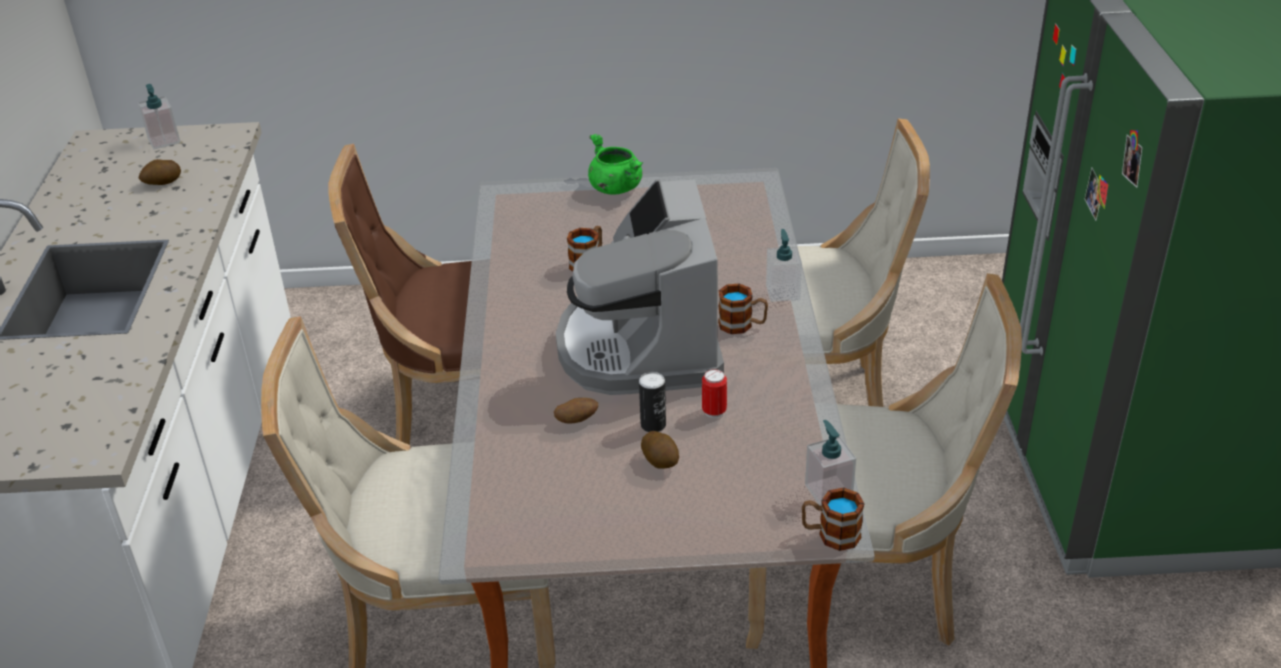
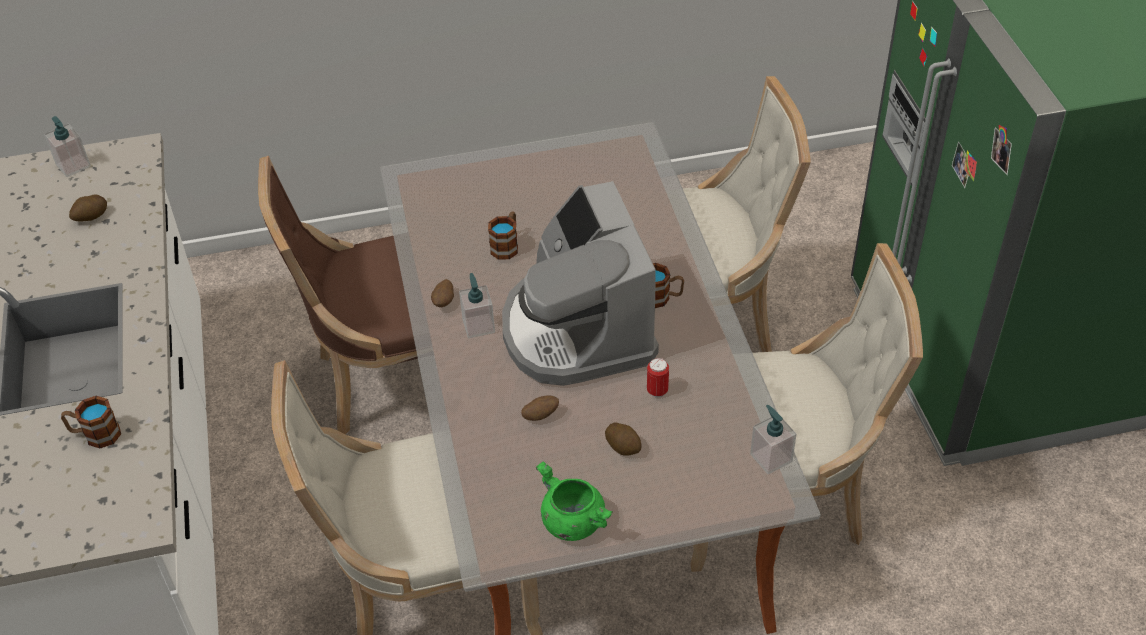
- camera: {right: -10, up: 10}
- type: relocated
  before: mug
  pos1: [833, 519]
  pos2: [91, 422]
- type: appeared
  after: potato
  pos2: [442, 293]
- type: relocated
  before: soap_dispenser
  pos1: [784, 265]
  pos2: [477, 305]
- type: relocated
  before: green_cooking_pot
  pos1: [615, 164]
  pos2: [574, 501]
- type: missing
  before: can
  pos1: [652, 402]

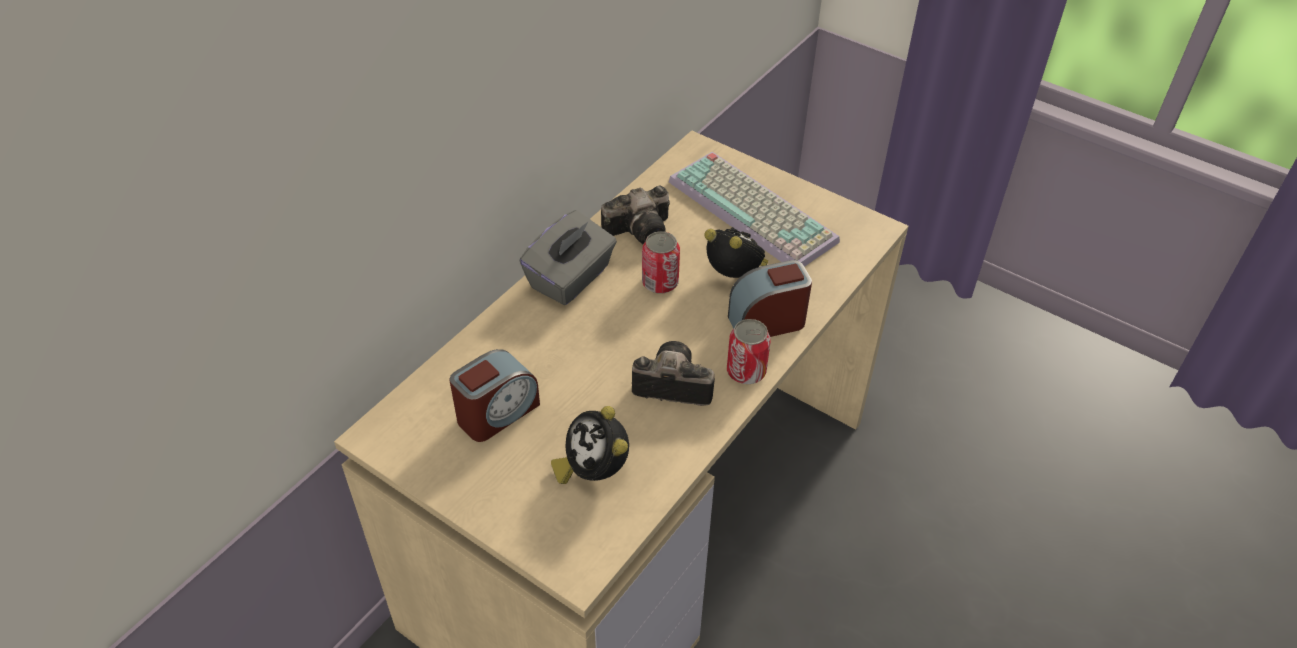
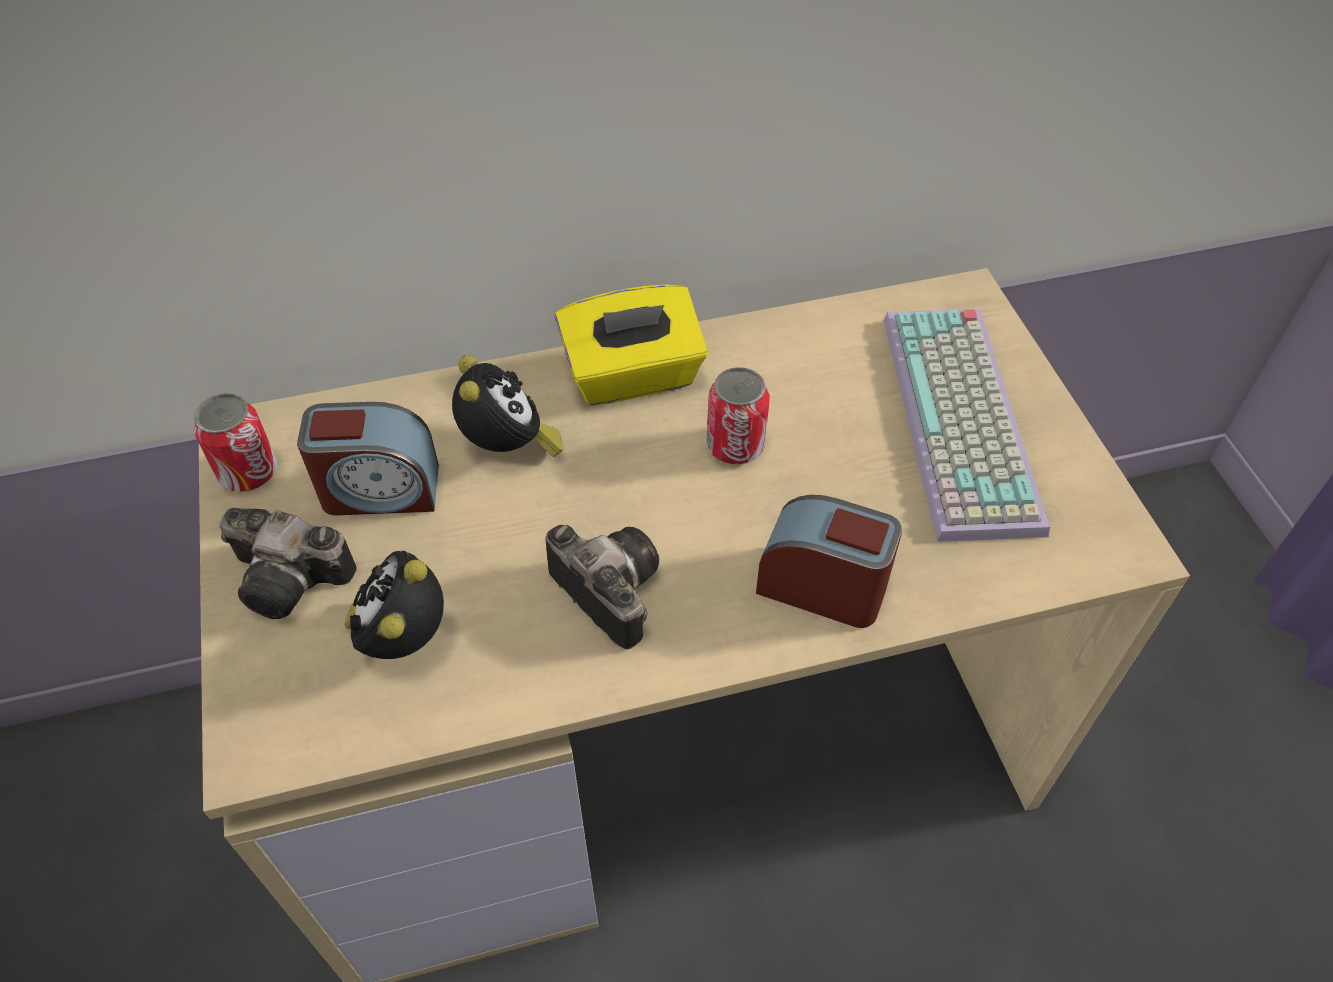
- camera: {right: 40, up: 5}
- type: relocated
  before: can
  pos1: [749, 351]
  pos2: [235, 442]
- type: relocated
  before: photo_camera
  pos1: [635, 215]
  pos2: [288, 563]
- type: relocated
  before: alarm_clock
  pos1: [736, 252]
  pos2: [507, 406]
- type: colour
  before: grey_tissue_box
  after: yellow_tissue_box
  pos1: [568, 257]
  pos2: [631, 345]

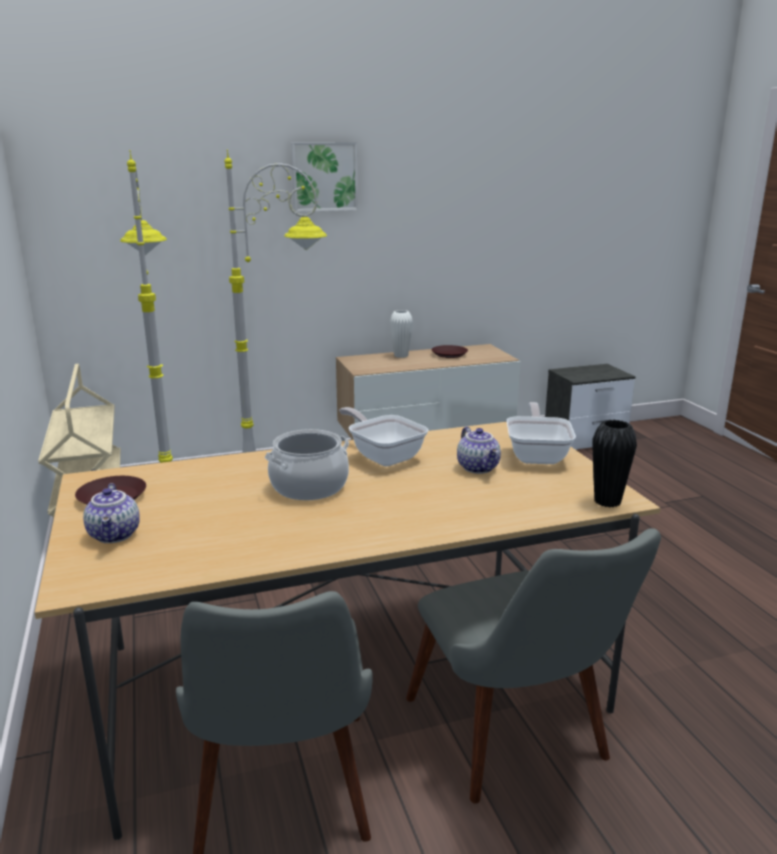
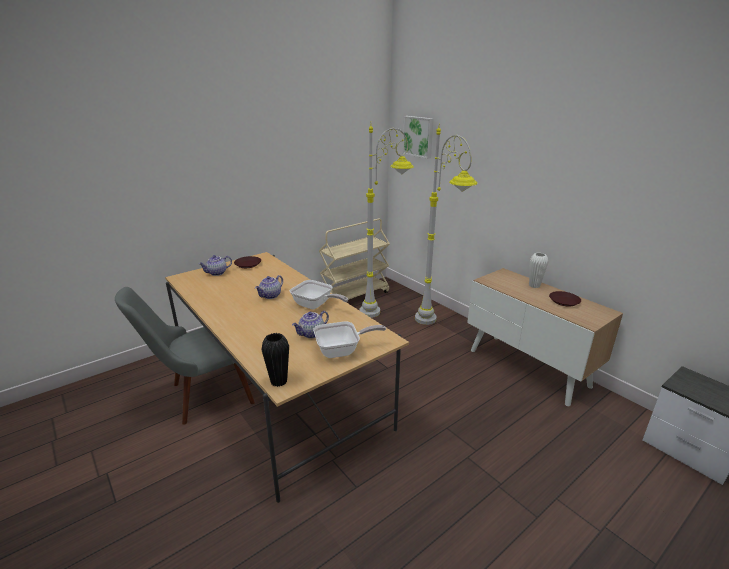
- camera: {right: 70, up: 5}
- type: exchanged
  before: cooking_pot
  after: teapot
  pos1: [307, 464]
  pos2: [269, 287]
- type: spun
  before: frying_pan
  pos1: [383, 436]
  pos2: [319, 294]
  turn: 90
- type: relocated
  before: picture
  pos1: [324, 177]
  pos2: [418, 137]
- type: missing
  before: grey_chair
  pos1: [533, 666]

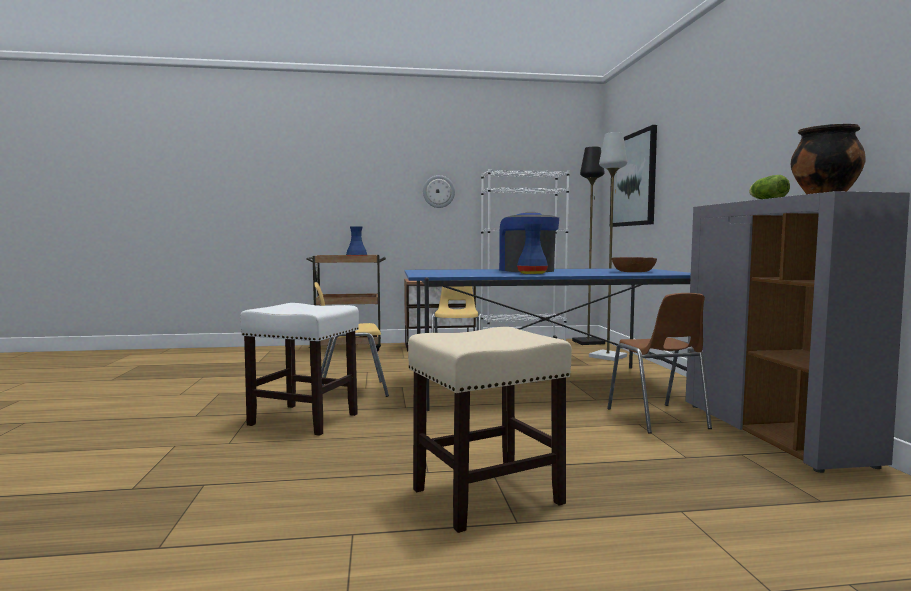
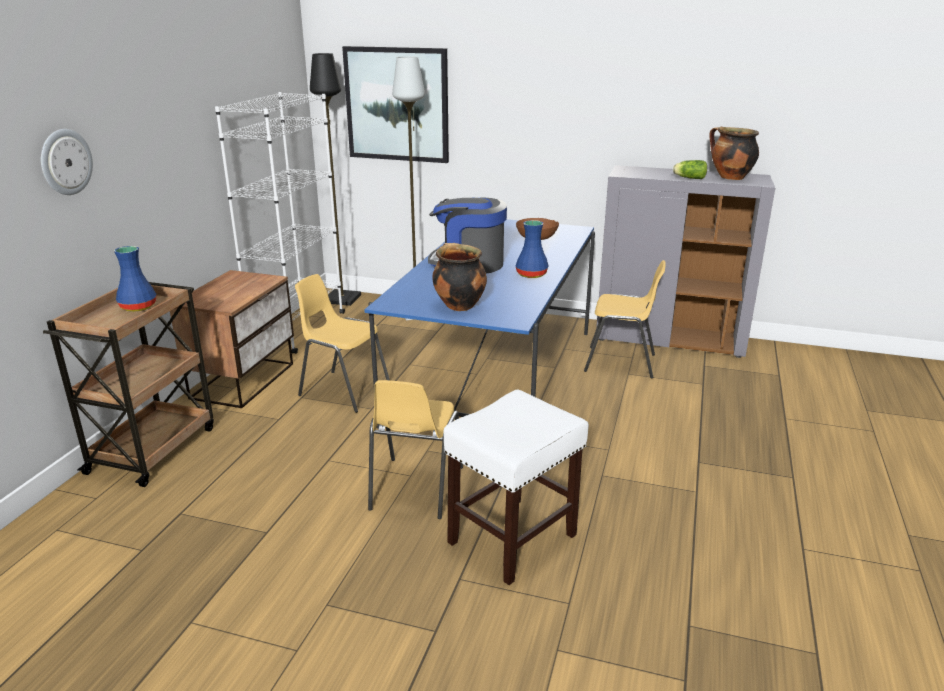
- camera: {right: -65, up: 20}
- type: relocated
  before: wall_clock
  pos1: [439, 191]
  pos2: [67, 162]
- type: appeared
  after: cooking_pot
  pos2: [459, 277]
- type: colour
  before: brown_chair
  after: yellow_chair
  pos1: [659, 363]
  pos2: [625, 319]
- type: missing
  before: beige_stool
  pos1: [490, 430]

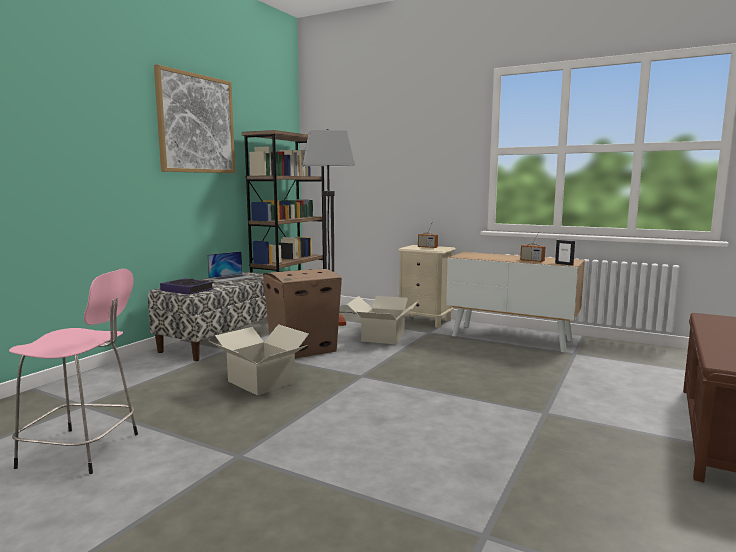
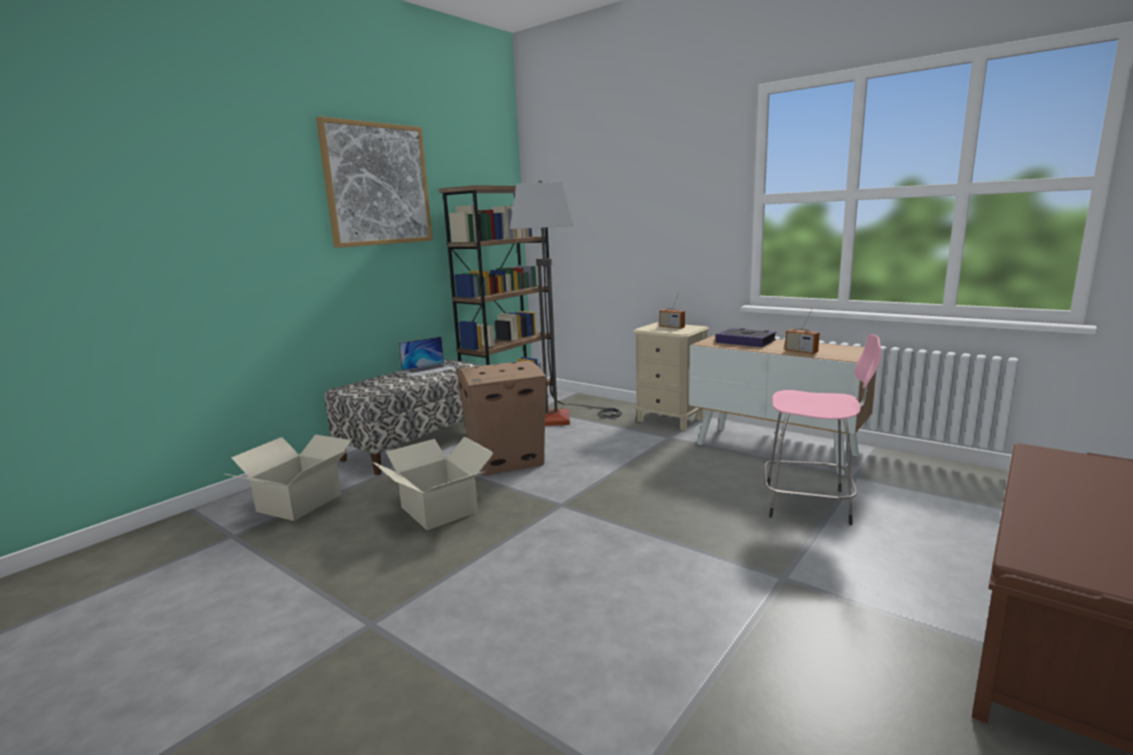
- camera: {right: 10, up: 5}
- type: relocated
  before: cardboard_box
  pos1: [383, 320]
  pos2: [288, 478]
- type: relocated
  before: book
  pos1: [187, 286]
  pos2: [745, 337]
- type: relocated
  before: pink_stool
  pos1: [73, 371]
  pos2: [822, 429]
- type: missing
  before: picture_frame
  pos1: [565, 253]

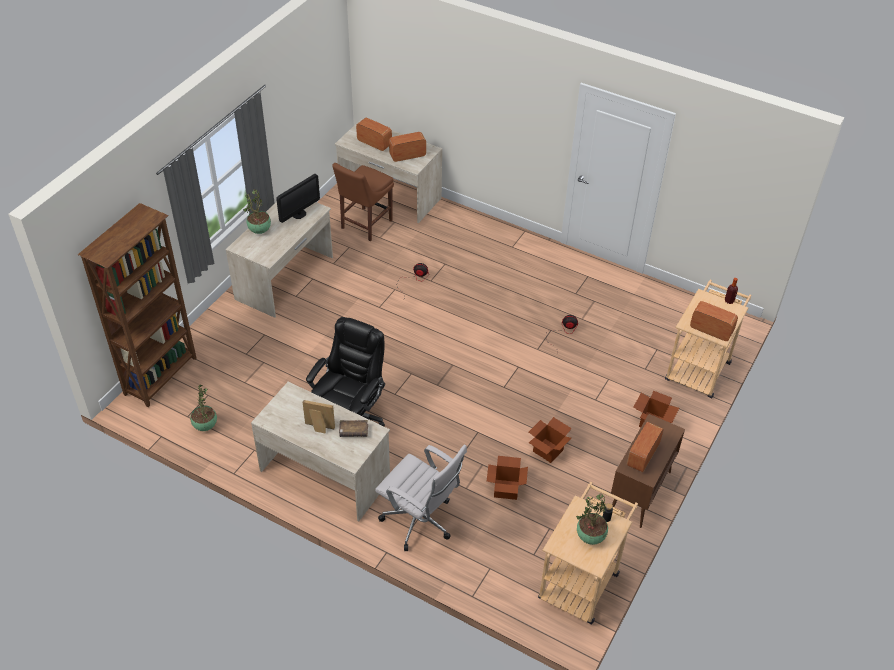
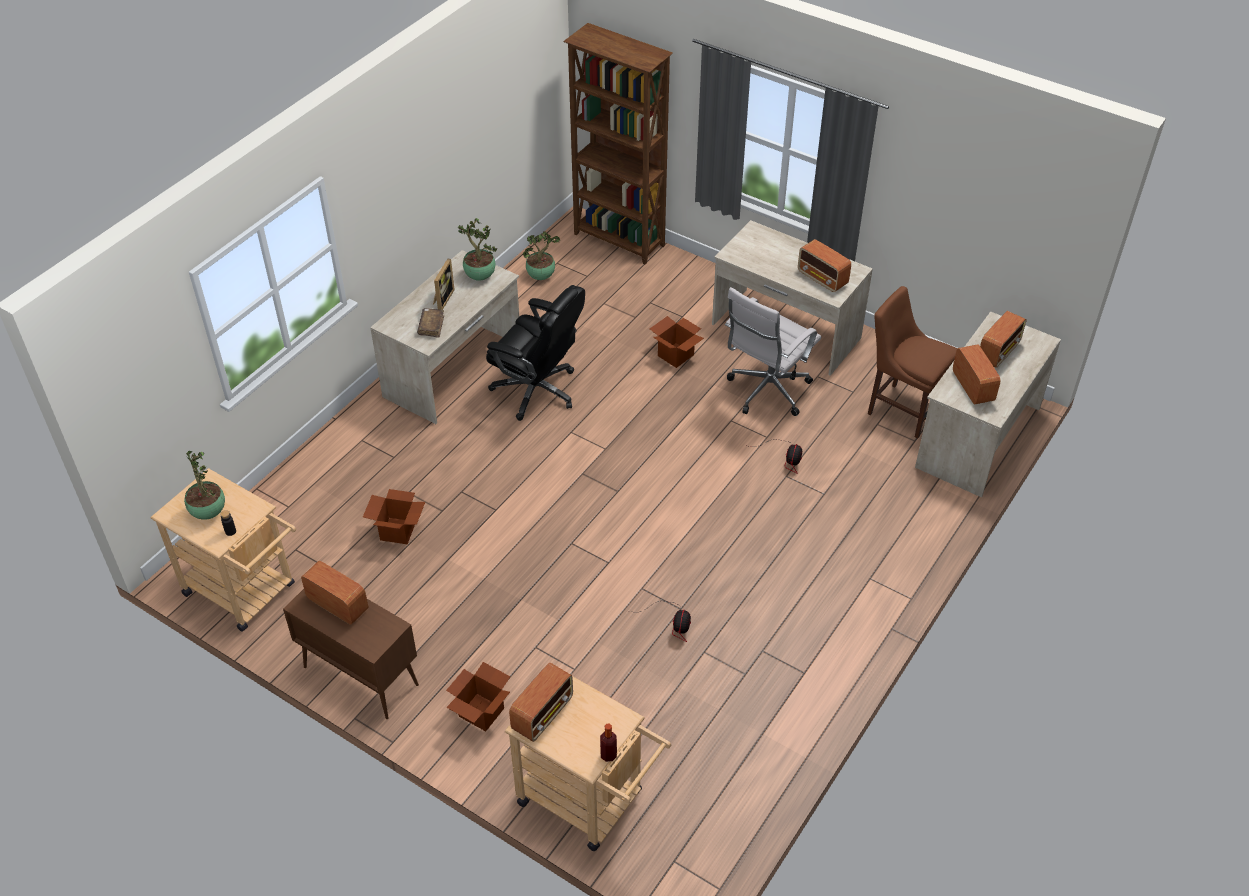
- camera: {right: 95, up: 0}
- type: relocated
  before: potted_plant
  pos1: [257, 211]
  pos2: [478, 249]
- type: relocated
  before: cardboard_box
  pos1: [550, 440]
  pos2: [677, 342]
- type: relocated
  before: white_office_chair
  pos1: [421, 497]
  pos2: [773, 351]
- type: exchanged
  before: monitor
  after: radio
  pos1: [298, 198]
  pos2: [824, 265]

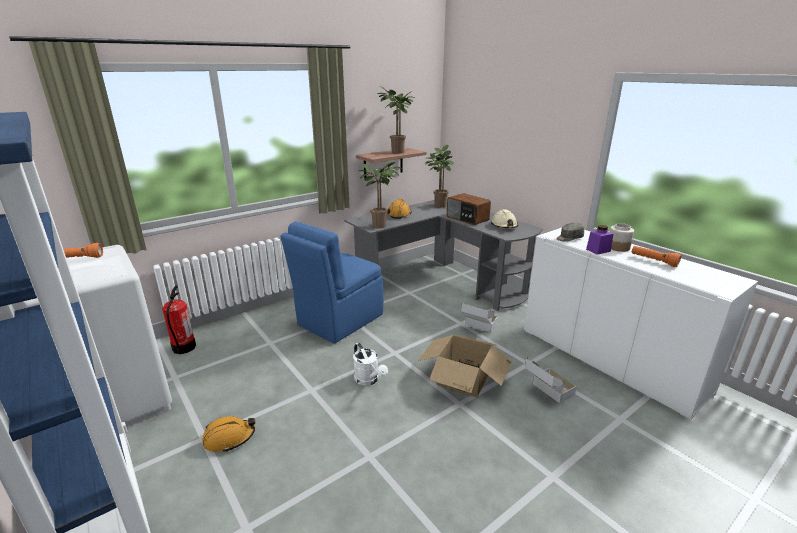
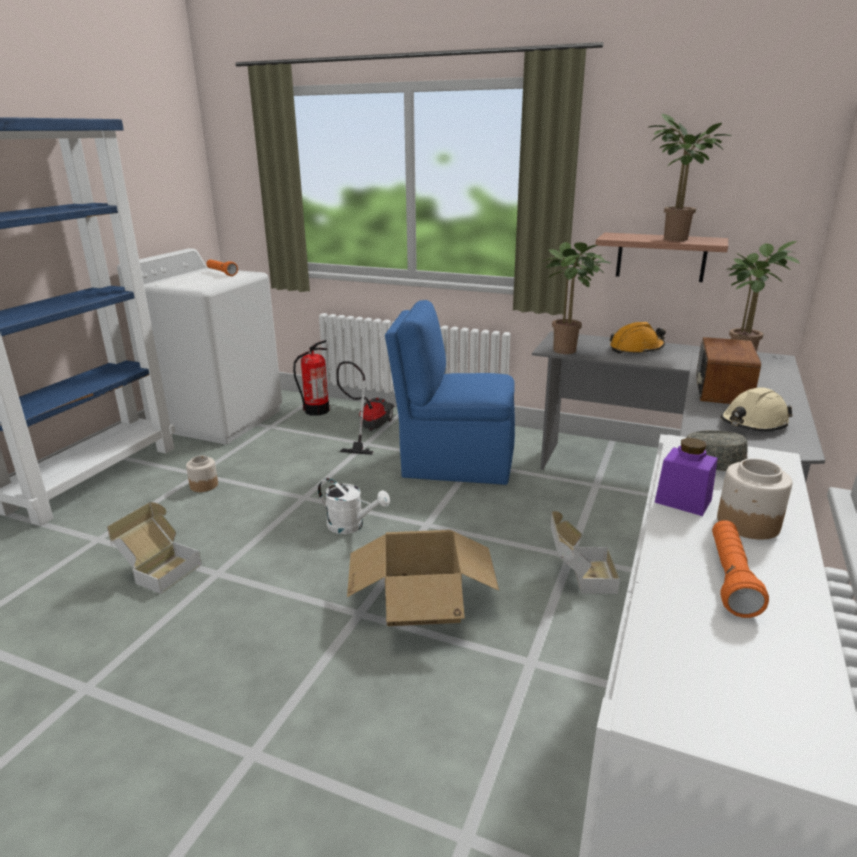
- camera: {right: 60, up: 0}
- type: relocated
  before: cardboard_box
  pos1: [551, 380]
  pos2: [154, 548]
- type: exchanged
  before: orange_hard_hat
  after: jar
  pos1: [228, 434]
  pos2: [202, 473]
- type: spun
  before: white_watering_can
  pos1: [370, 364]
  pos2: [354, 506]
  turn: -90
- type: appeared
  after: vacuum_cleaner
  pos2: [365, 408]

